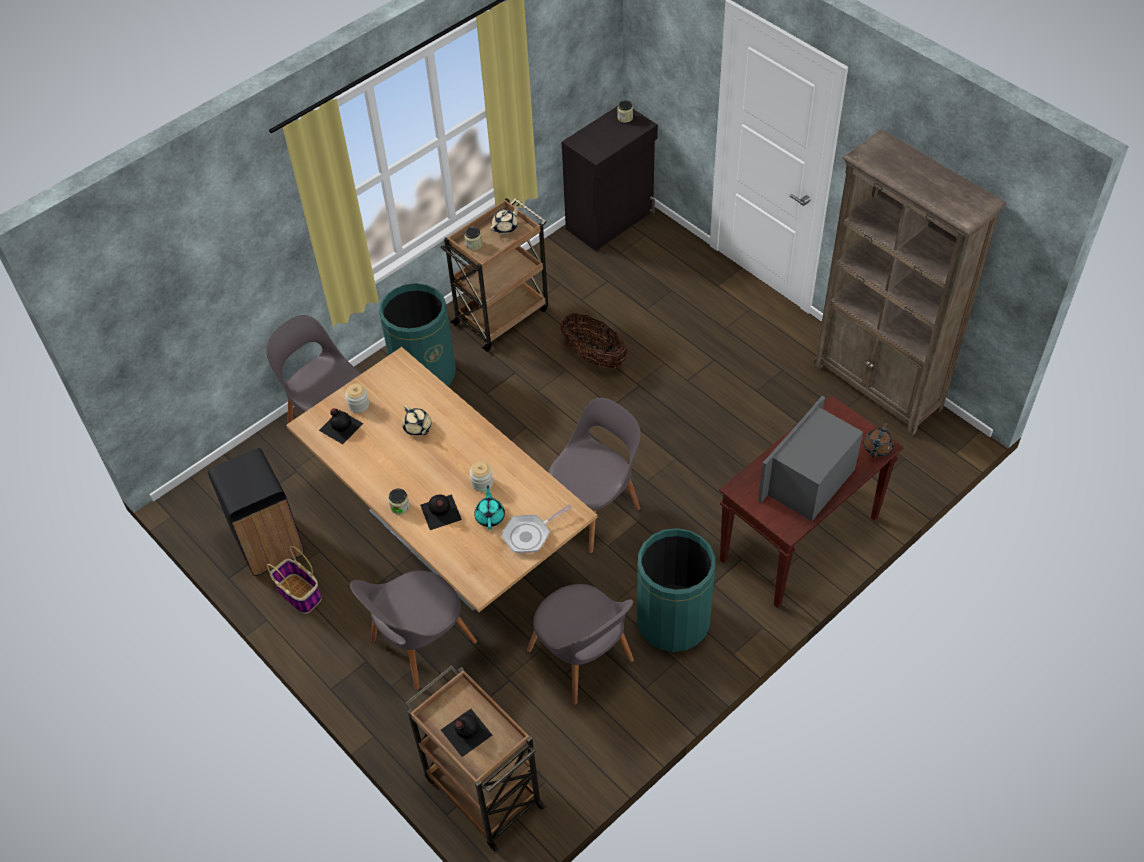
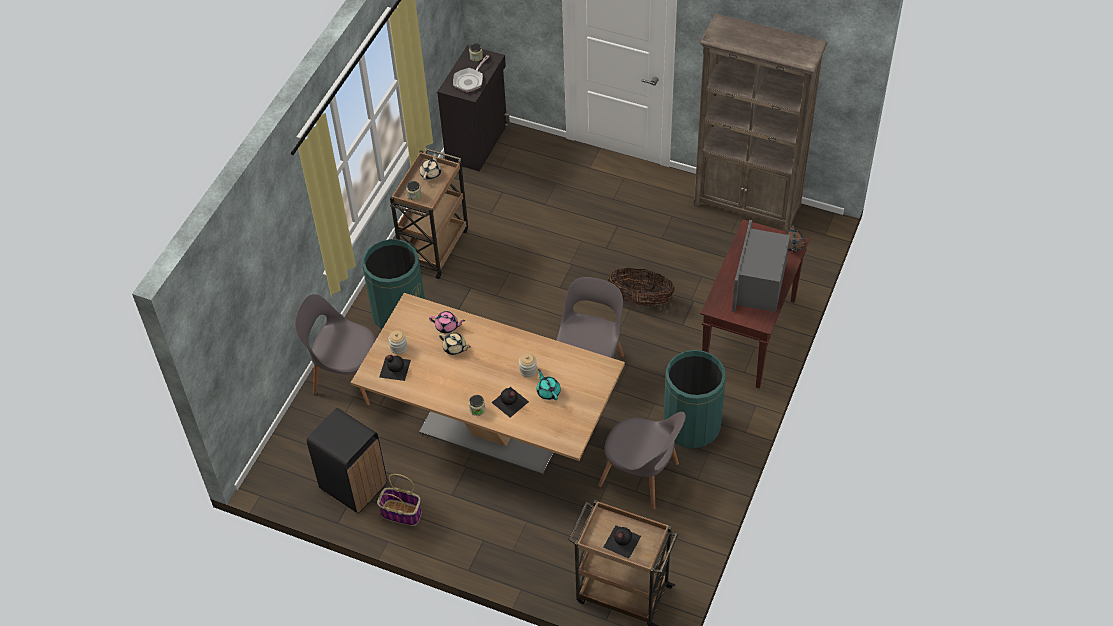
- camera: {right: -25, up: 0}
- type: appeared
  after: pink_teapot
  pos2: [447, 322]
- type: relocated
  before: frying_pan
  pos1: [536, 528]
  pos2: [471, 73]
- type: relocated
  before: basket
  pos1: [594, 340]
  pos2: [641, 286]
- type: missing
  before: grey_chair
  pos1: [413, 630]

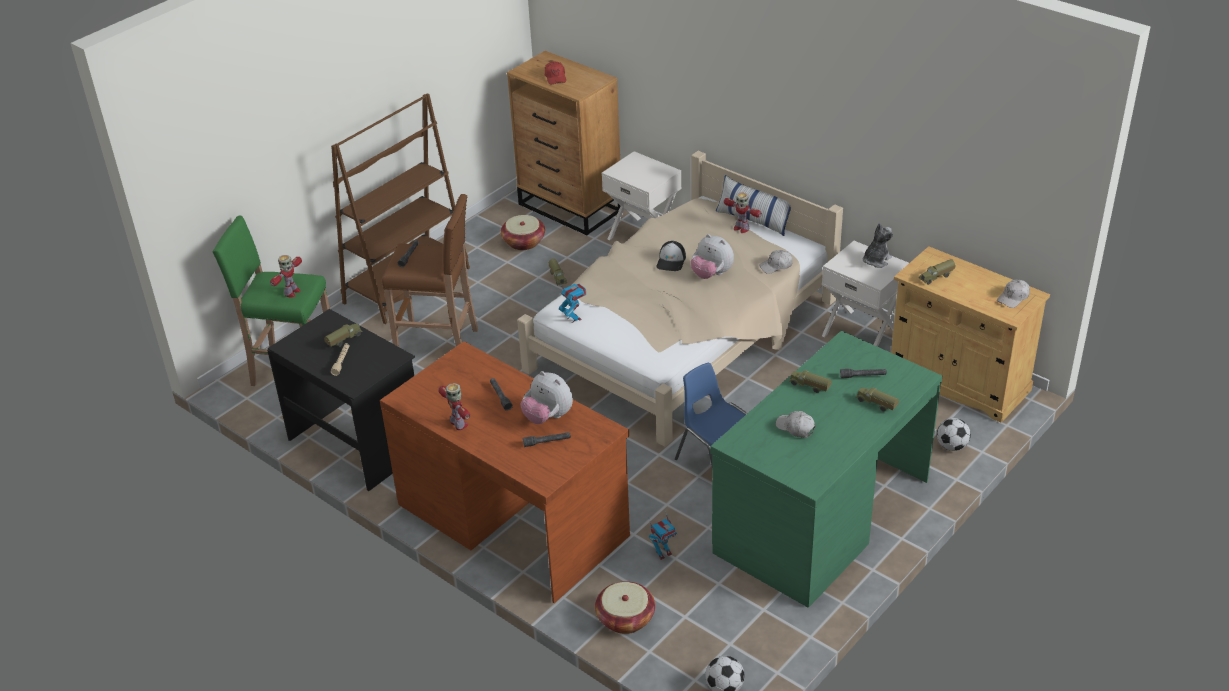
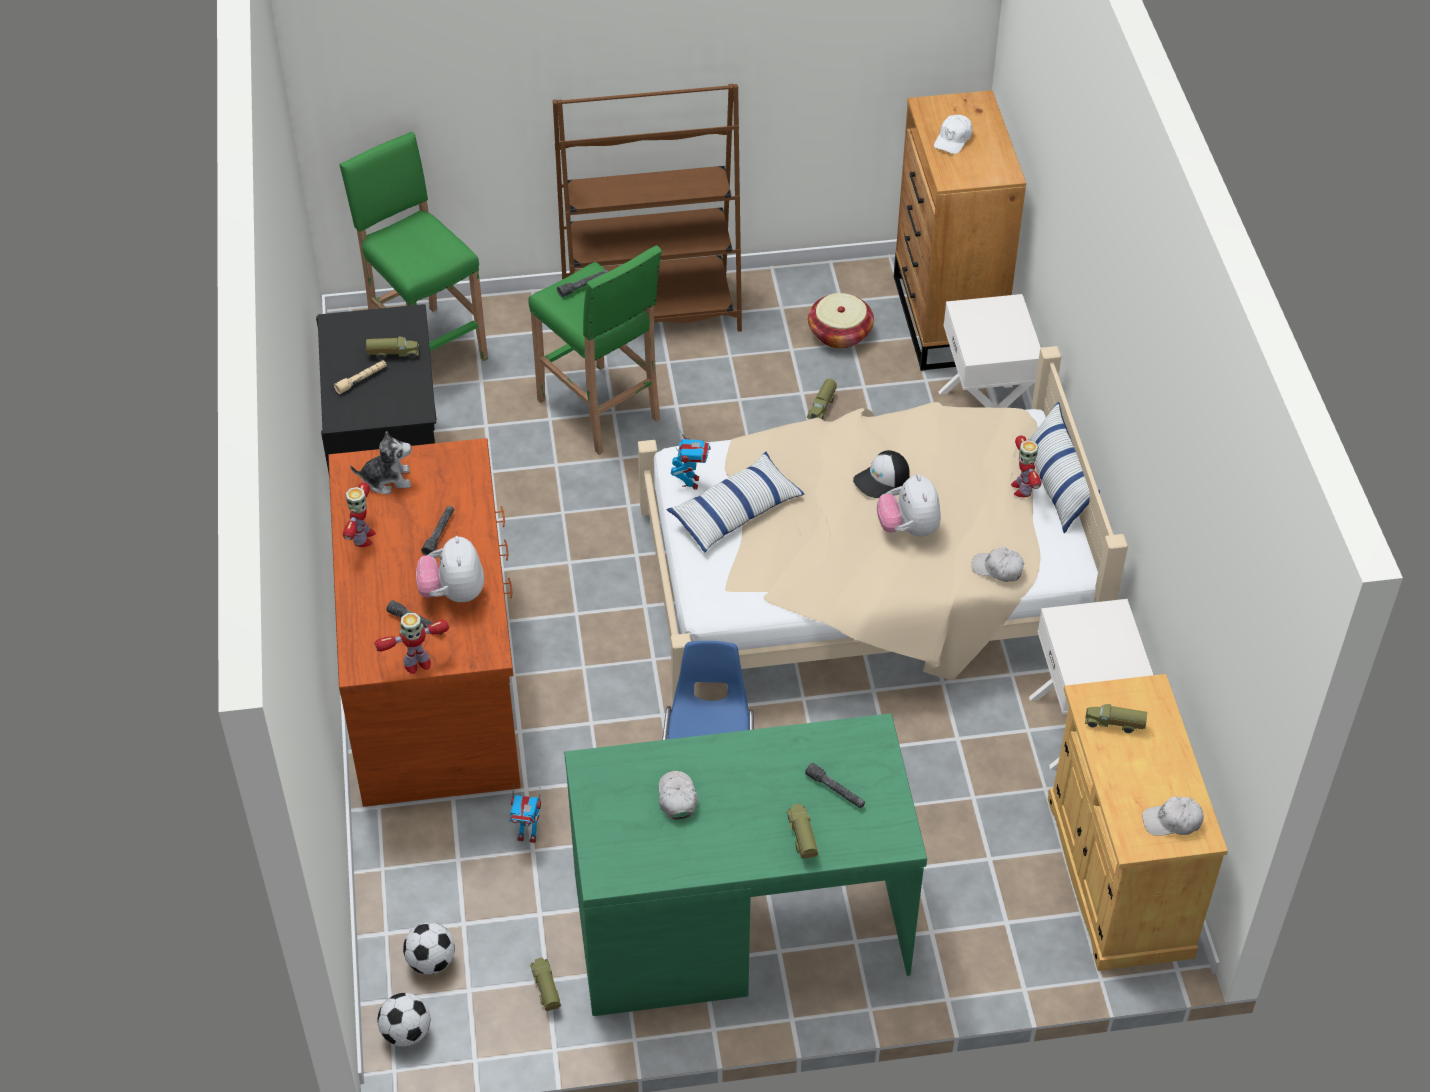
- camera: {right: 40, up: 10}
- type: relocated
  before: plush_toy
  pos1: [878, 245]
  pos2: [380, 462]
- type: relocated
  before: toy_robot
  pos1: [286, 276]
  pos2: [412, 643]
- type: relocated
  before: football
  pos1: [954, 434]
  pos2: [429, 948]
- type: colour
  before: brown_stool
  after: green_stool
  pos1: [429, 270]
  pos2: [595, 350]
- type: relocated
  before: toy_truck
  pos1: [810, 382]
  pos2: [545, 984]
- type: appeared
  after: pillow
  pos2: [736, 502]
- type: colour
  before: red_cap
  after: white_cap
  pos1: [555, 73]
  pos2: [953, 134]
- type: missing
  before: basket
  pos1: [625, 607]

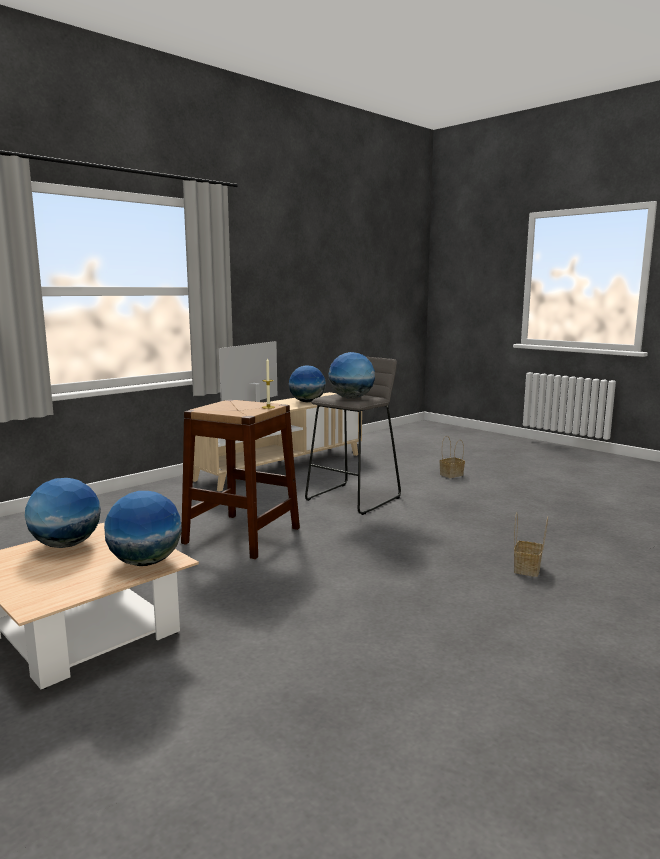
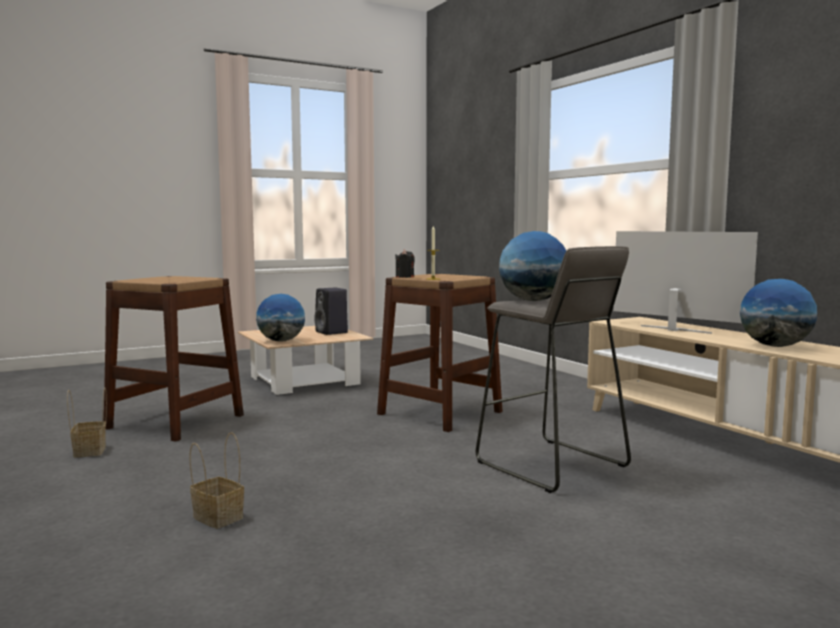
- camera: {right: 105, up: -5}
- type: relocated
  before: basket
  pos1: [452, 457]
  pos2: [87, 422]
- type: appeared
  after: brown_stool
  pos2: [174, 359]
- type: exchanged
  before: globe
  after: black_speaker
  pos1: [63, 513]
  pos2: [331, 311]
- type: appeared
  after: black_candle
  pos2: [405, 264]

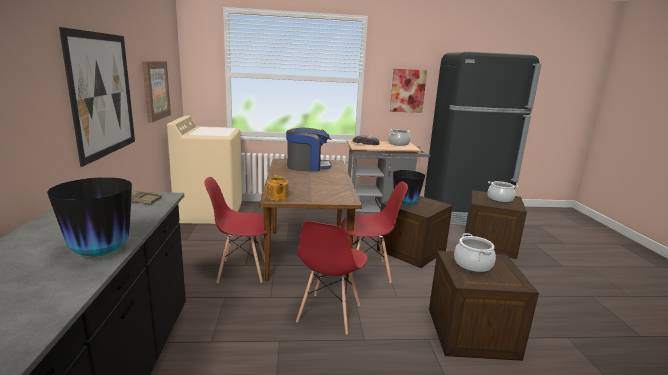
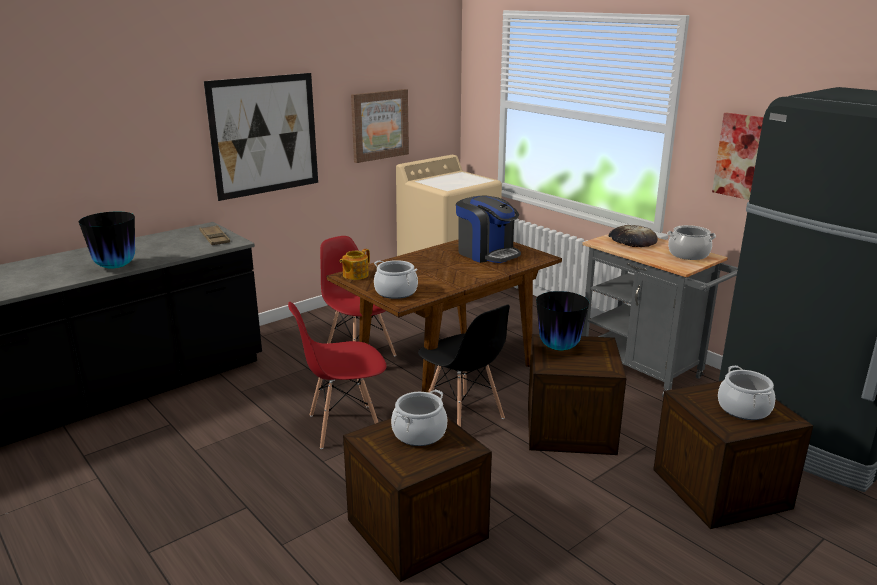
- camera: {right: 55, up: 5}
- type: appeared
  after: cooking_pot
  pos2: [396, 279]
- type: colour
  before: red_chair
  after: black_chair
  pos1: [374, 232]
  pos2: [464, 366]

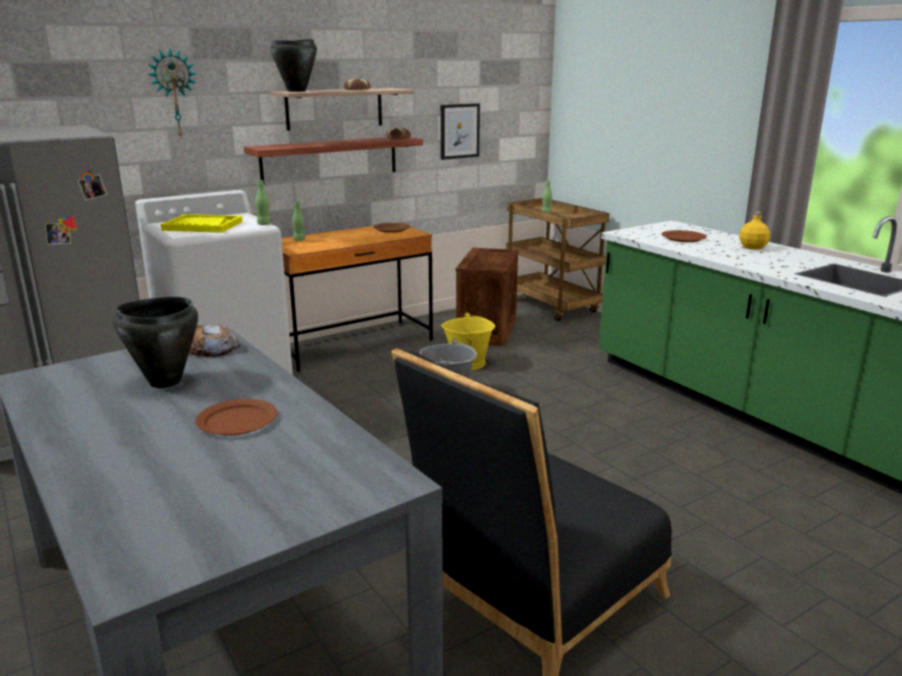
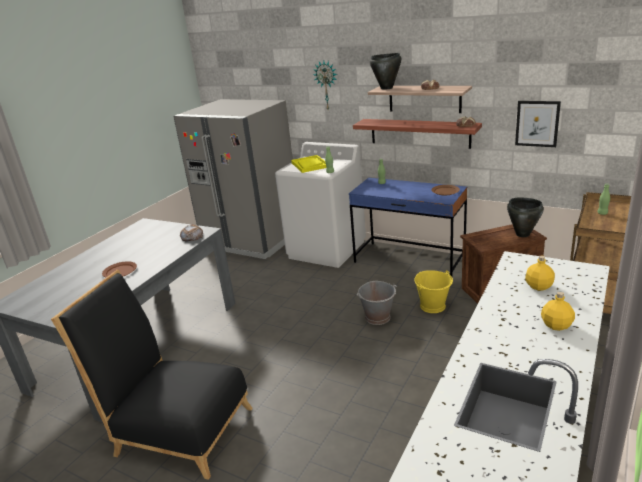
- camera: {right: 65, up: 5}
- type: colour
  before: brown_desk
  after: blue_desk
  pos1: [357, 299]
  pos2: [408, 228]
- type: relocated
  before: black_cooking_pot
  pos1: [155, 342]
  pos2: [525, 217]
- type: exchanged
  before: brown_plate
  after: yellow_bottle
  pos1: [684, 236]
  pos2: [540, 273]

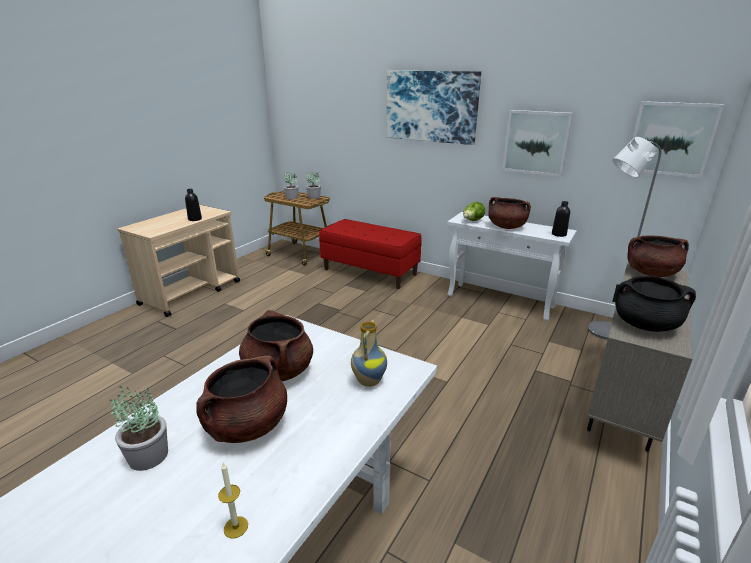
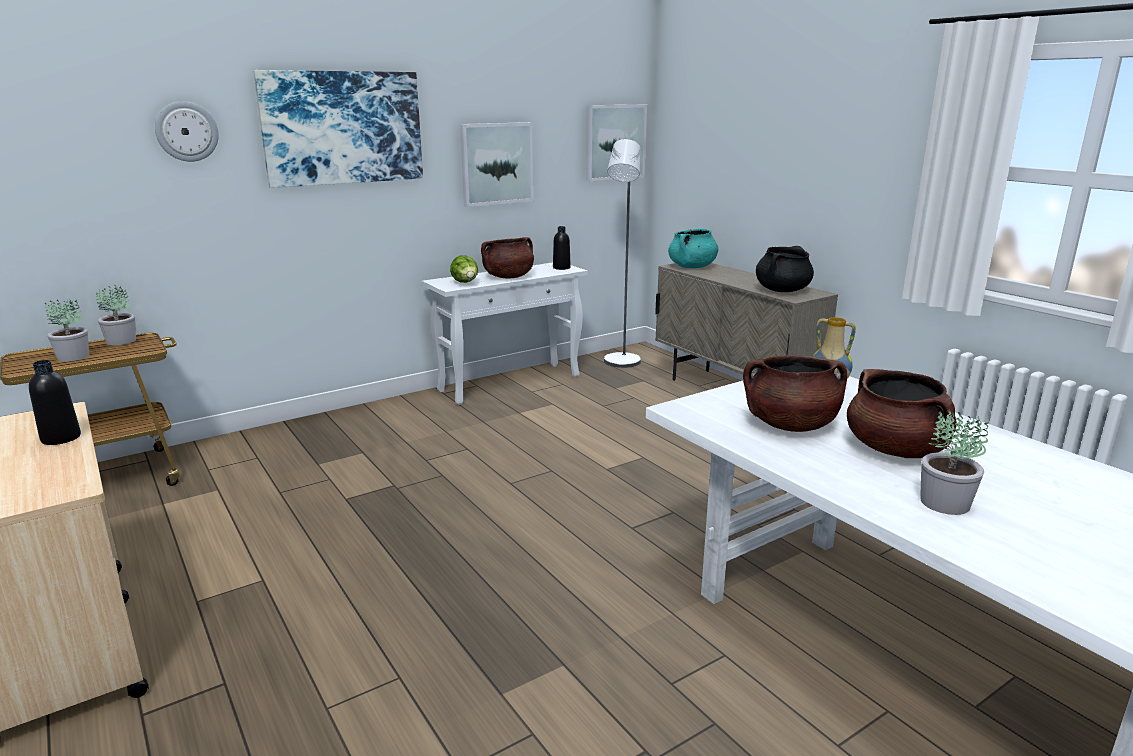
- camera: {right: -65, up: -5}
- type: appeared
  after: wall_clock
  pos2: [187, 131]
- type: colour
  before: brown_cooking_pot
  after: turquoise_cooking_pot
  pos1: [658, 256]
  pos2: [693, 248]
- type: missing
  before: candle
  pos1: [233, 501]
- type: missing
  before: red_bench
  pos1: [370, 254]

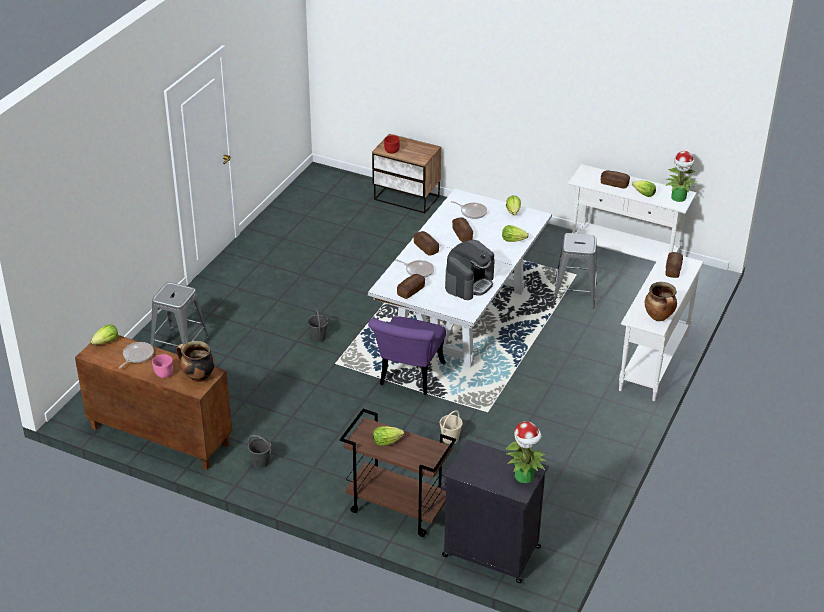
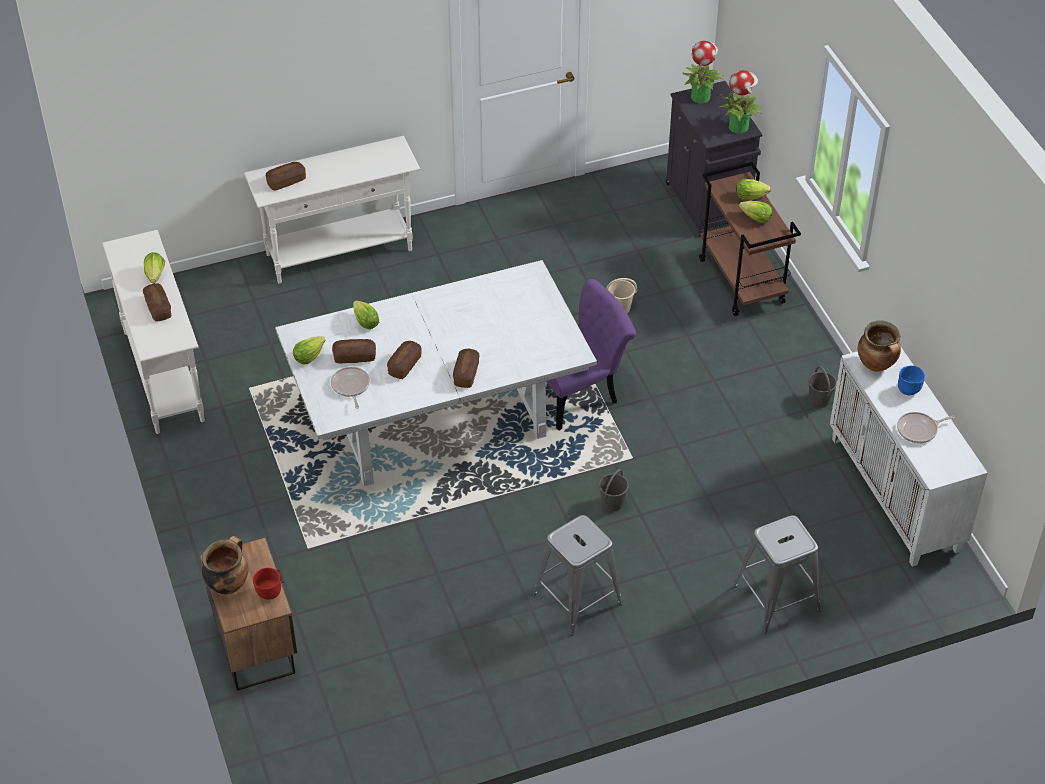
- camera: {right: -135, up: 10}
- type: relocated
  before: cooking_pot
  pos1: [661, 301]
  pos2: [225, 565]
- type: relocated
  before: bread
  pos1: [411, 286]
  pos2: [354, 351]
- type: relocated
  before: grey_stool
  pos1: [574, 270]
  pos2: [577, 575]
- type: relocated
  before: potted_plant
  pos1: [680, 176]
  pos2: [741, 101]
- type: relocated
  before: lettuce
  pos1: [104, 335]
  pos2: [753, 189]
- type: colour
  before: brown_cabinet
  after: white_cabinet
  pos1: [153, 402]
  pos2: [909, 457]
- type: colour
  before: pink_bowl
  after: blue_bowl
  pos1: [162, 366]
  pos2: [911, 380]
- type: missing
  before: frying_pan
  pos1: [414, 268]
- type: missing
  before: coffee_machine
  pos1: [470, 270]

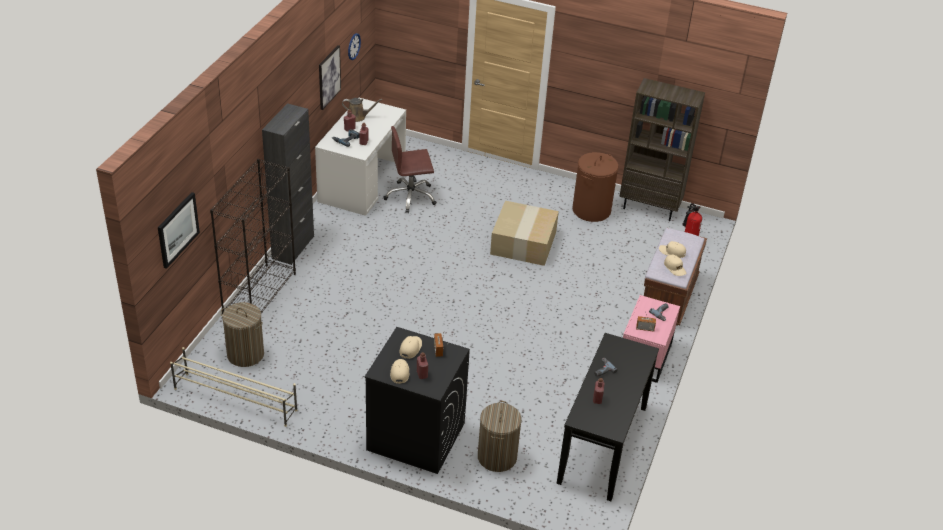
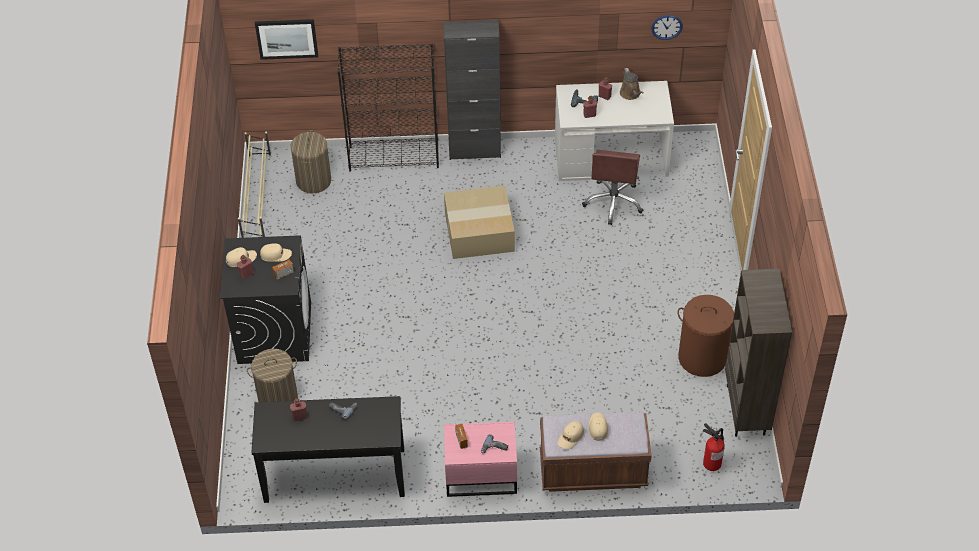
- camera: {right: 70, up: 10}
- type: relocated
  before: cardboard_box
  pos1: [524, 233]
  pos2: [479, 222]
- type: spun
  before: brown_office_chair
  pos1: [410, 169]
  pos2: [612, 187]
  turn: -135
- type: missing
  before: picture
  pos1: [330, 77]

